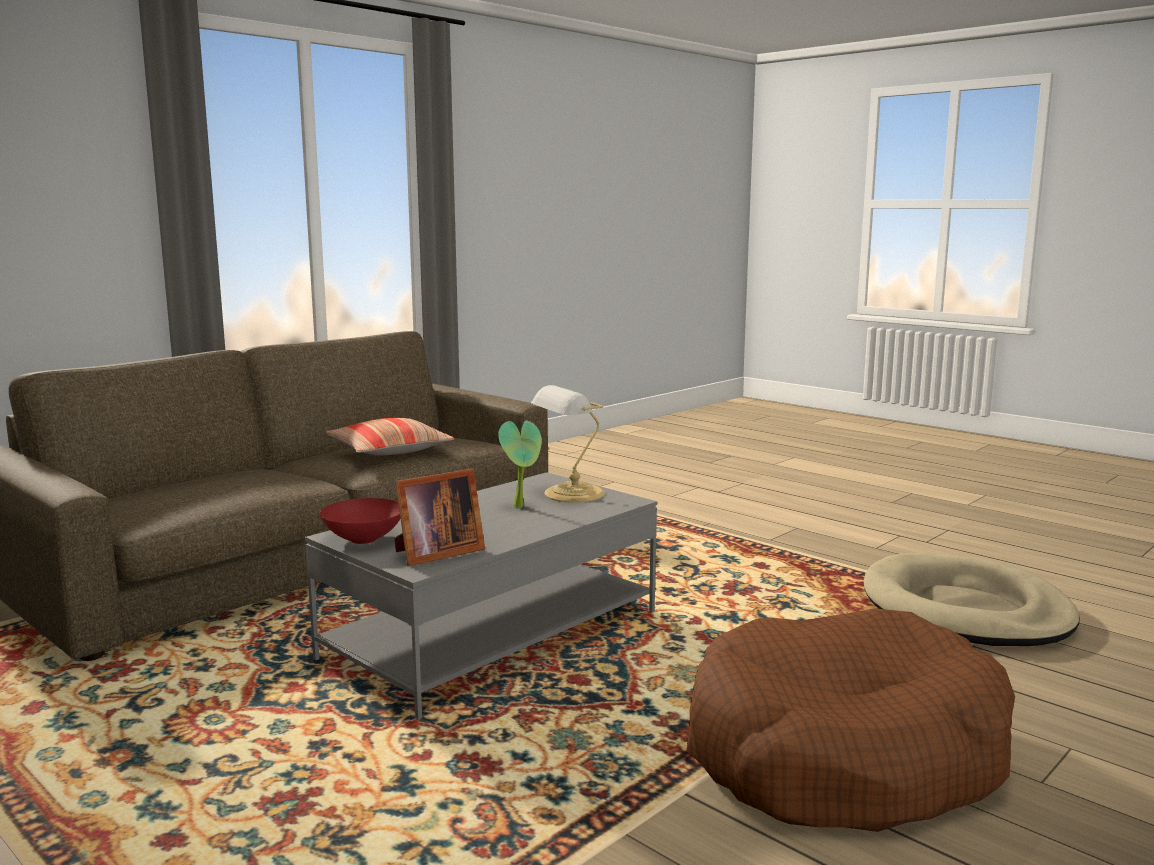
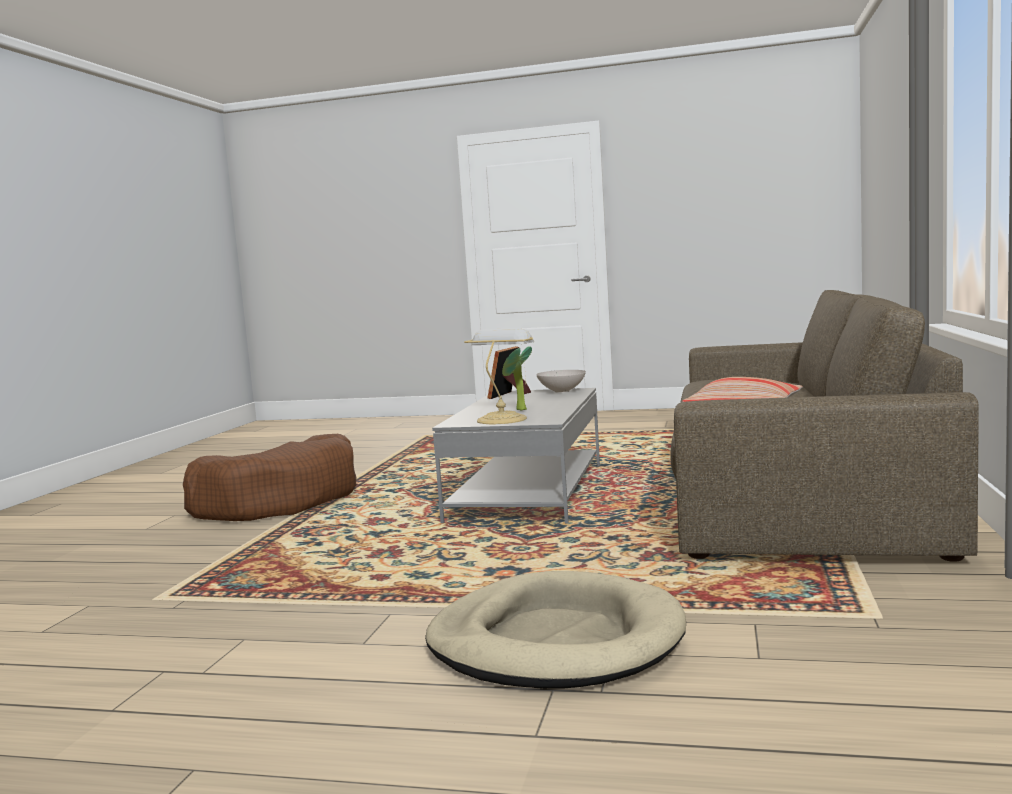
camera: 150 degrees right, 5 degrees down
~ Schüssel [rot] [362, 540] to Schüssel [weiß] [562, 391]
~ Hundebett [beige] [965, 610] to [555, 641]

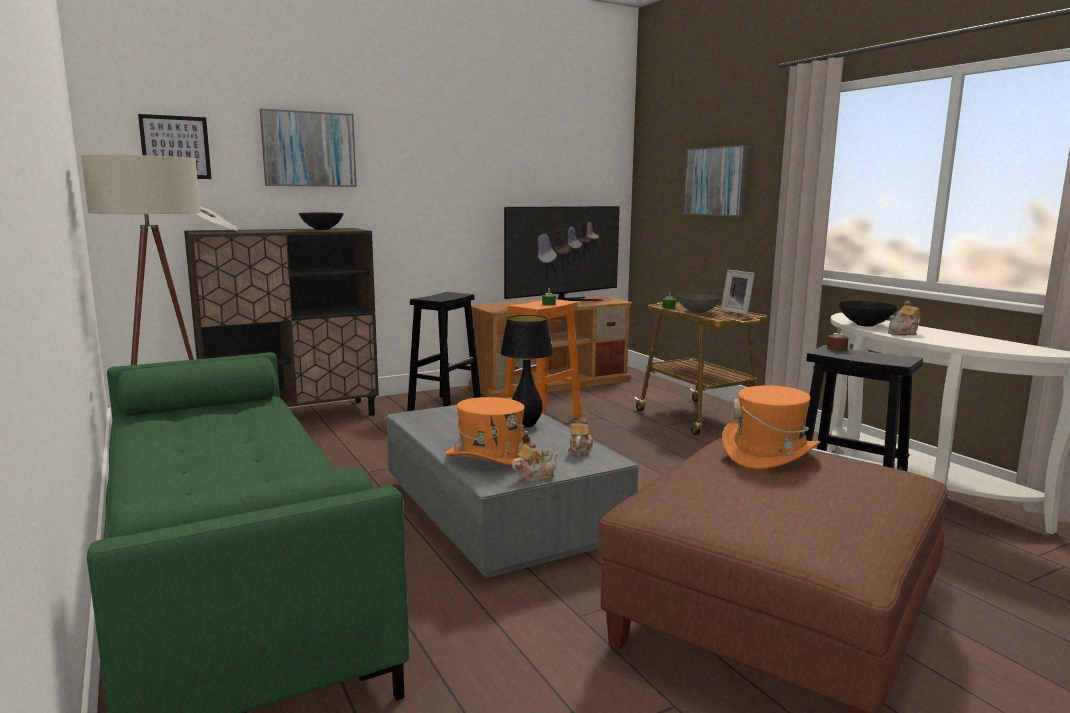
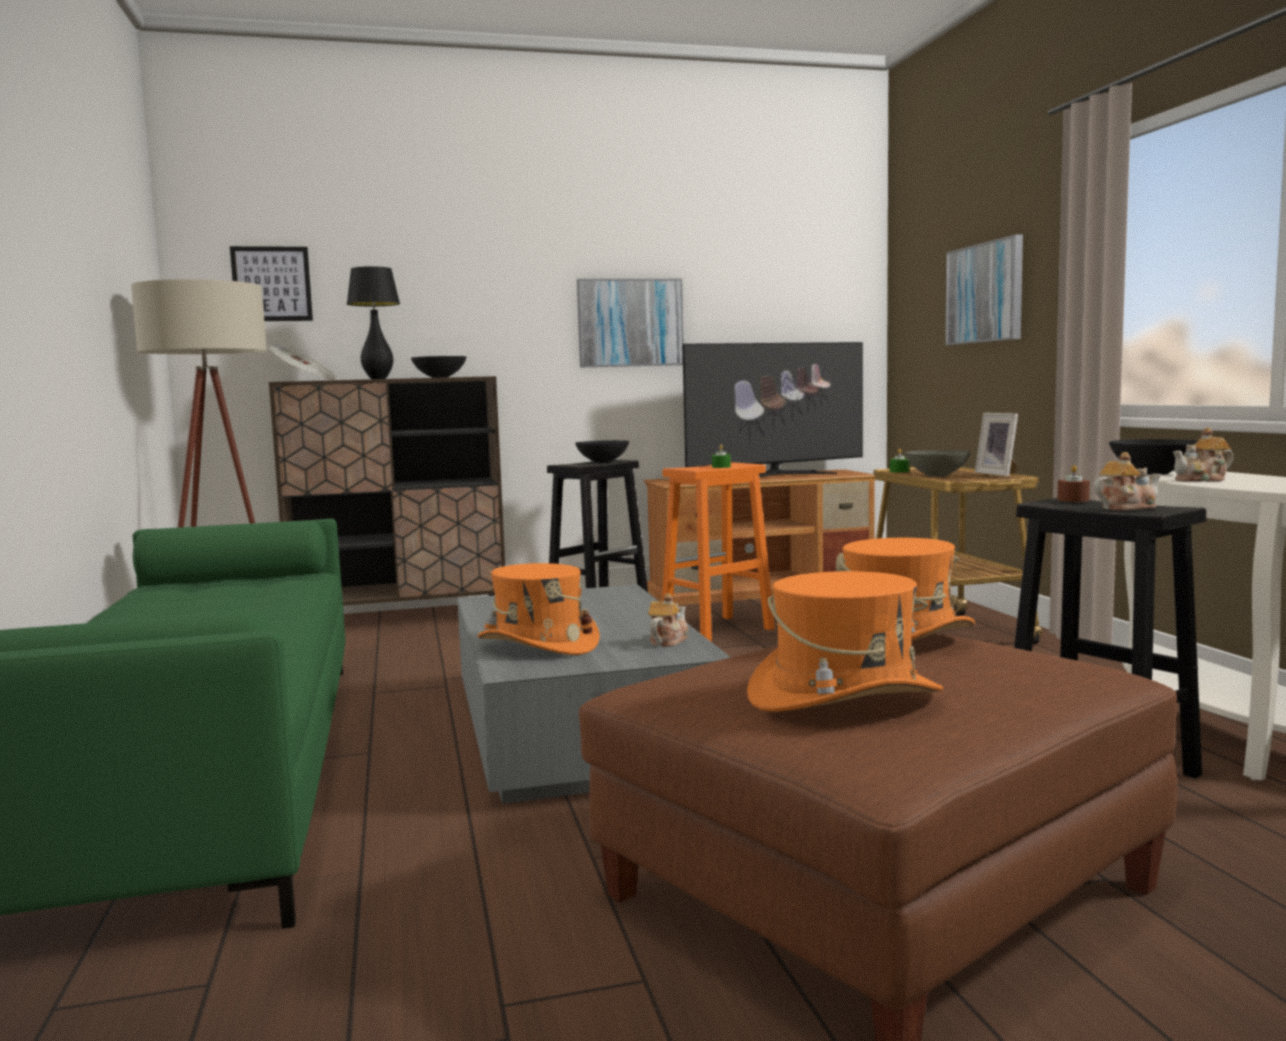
camera: 15 degrees right, 5 degrees down
~ Bild [309, 149] to [630, 323]
~ Tischlampe [schwarz] [526, 425] to [378, 379]
~ Teekanne [535, 477] to [1126, 508]
+ Schüssel [schwarz] [603, 462]
+ Hut [orange] [844, 696]

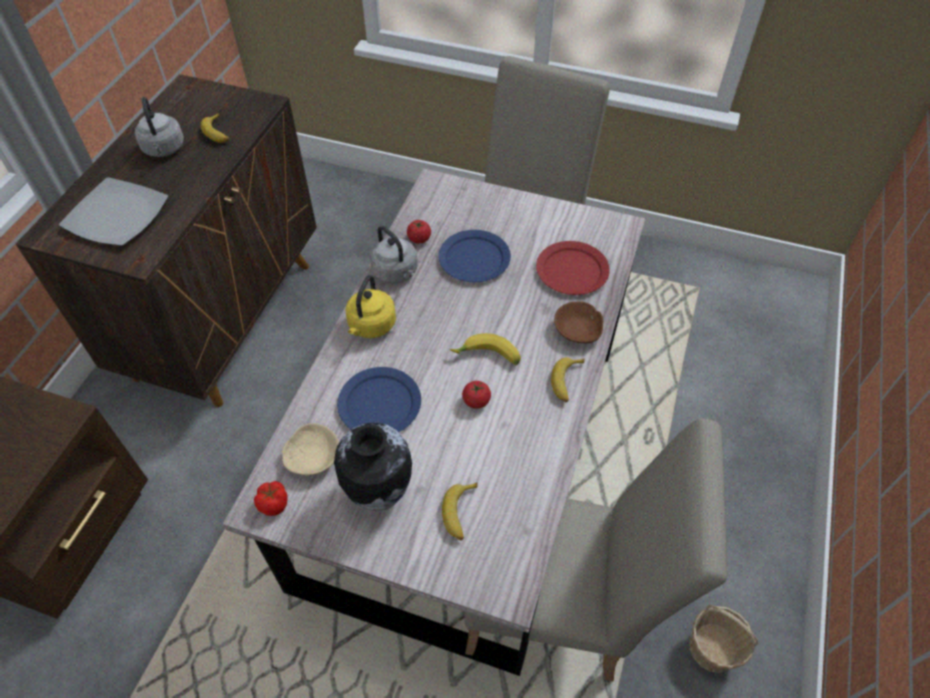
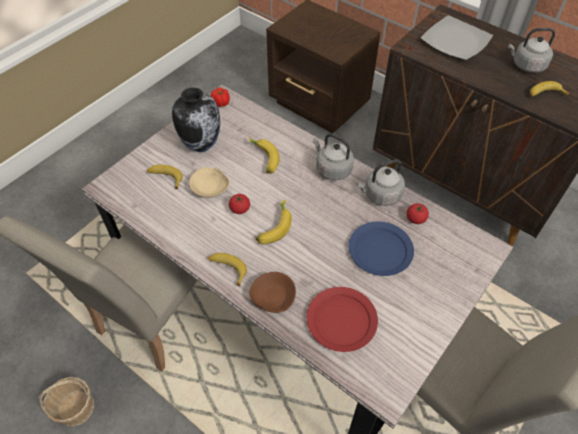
camera: 110 degrees right, 0 degrees up
~ Schüssel [beige] [312, 457] to [210, 188]
~ Teller [blau] [379, 404] to Banane [263, 159]
~ Wasserkessel [gelb] [371, 326] to Wasserkessel [grau] [332, 169]

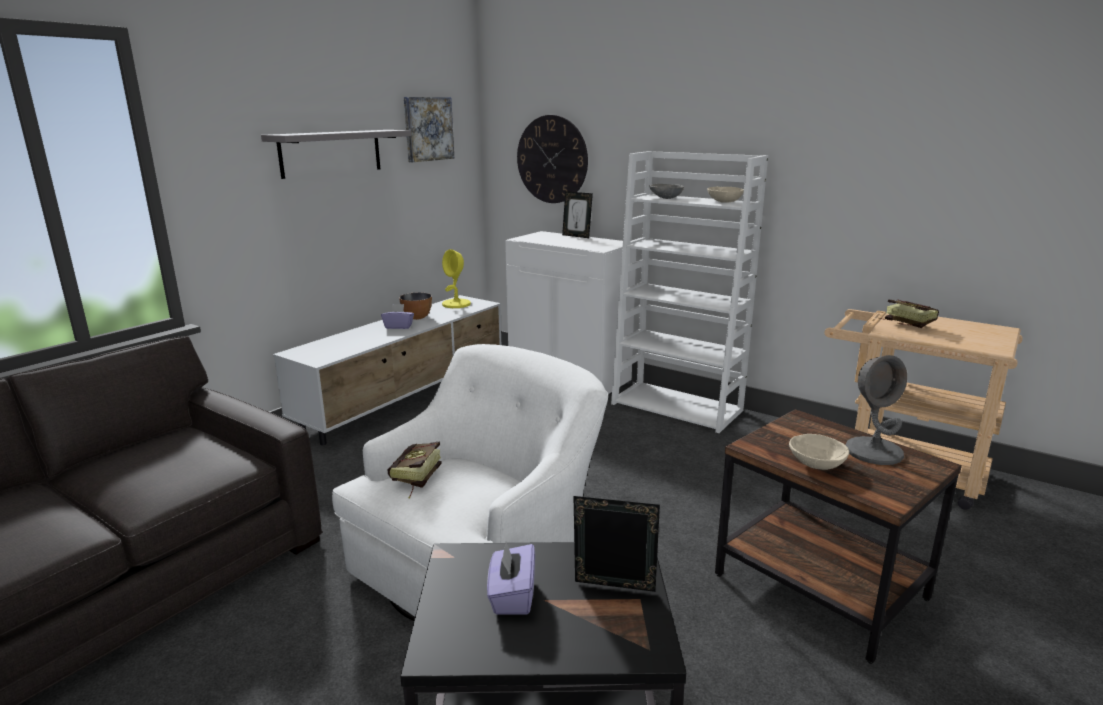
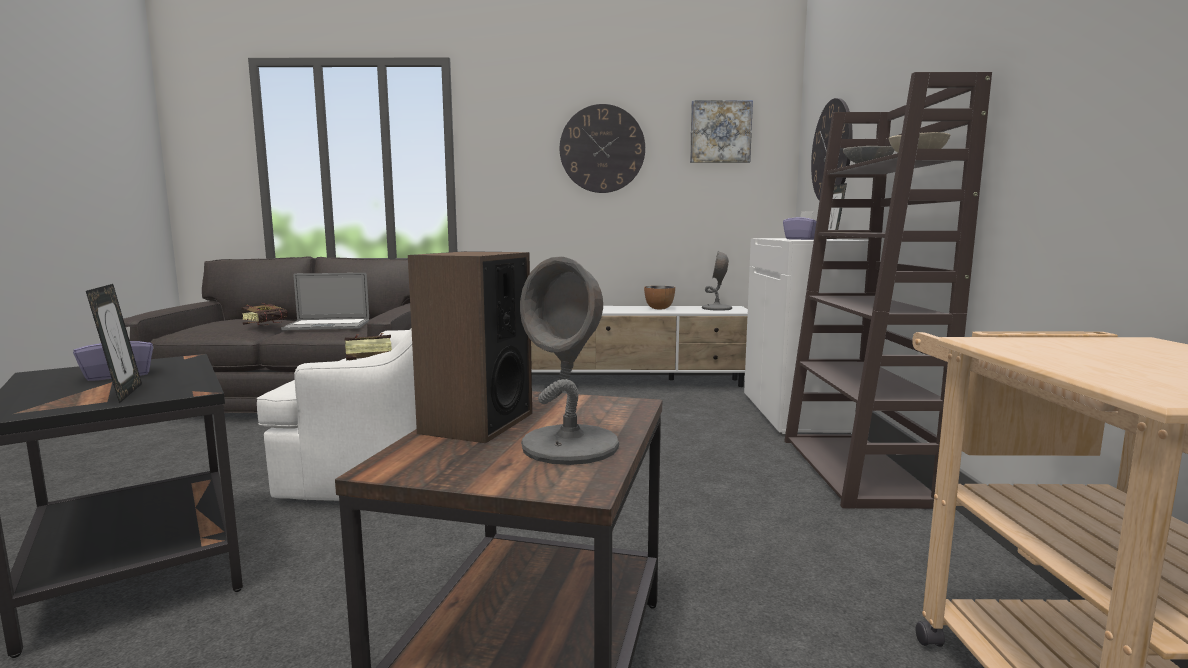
camera: 55 degrees right, 10 degrees down
~ Wandregal [grau] [331, 153] to Wanduhr [602, 149]
~ Taschentuchbox [lila] [398, 326] to [803, 239]
~ Tischlampe [gelb] [456, 304] to Tischlampe [grau] [716, 308]
~ Bücherregal [weiß] [678, 407] to Bücherregal [braun] [857, 471]
~ Schüssel [beige] [815, 464] to Lautsprecher [476, 423]
~ Buch [904, 323] to [269, 325]
+ Laptop [327, 325]

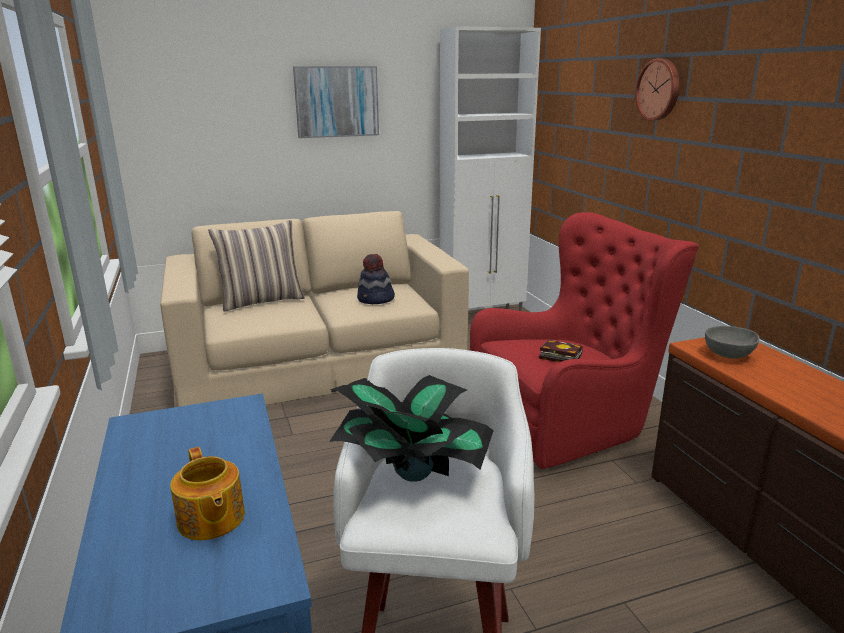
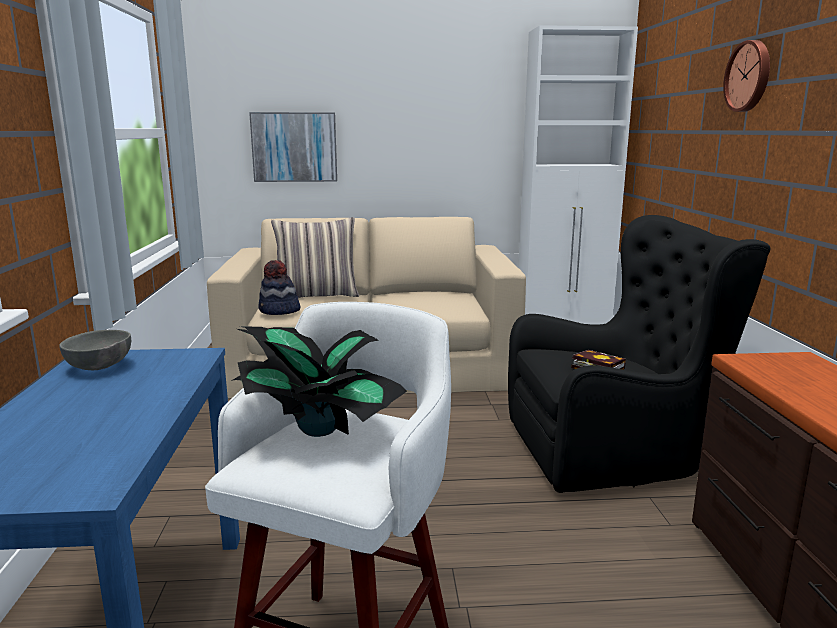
camera: 15 degrees right, 5 degrees down
- Teekanne [210, 520]
~ Bild [337, 102] to [294, 147]
~ Hut [375, 299] to [279, 311]
~ Sessel [rot] [571, 421] to Sessel [schwarz] [617, 451]
~ Schüssel [grau] [729, 356] to [100, 368]

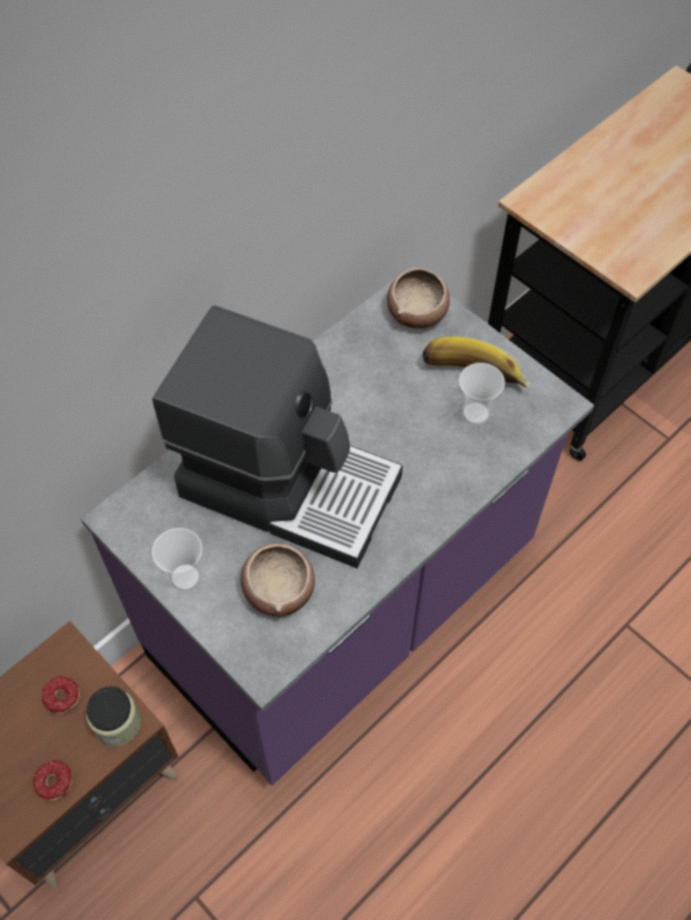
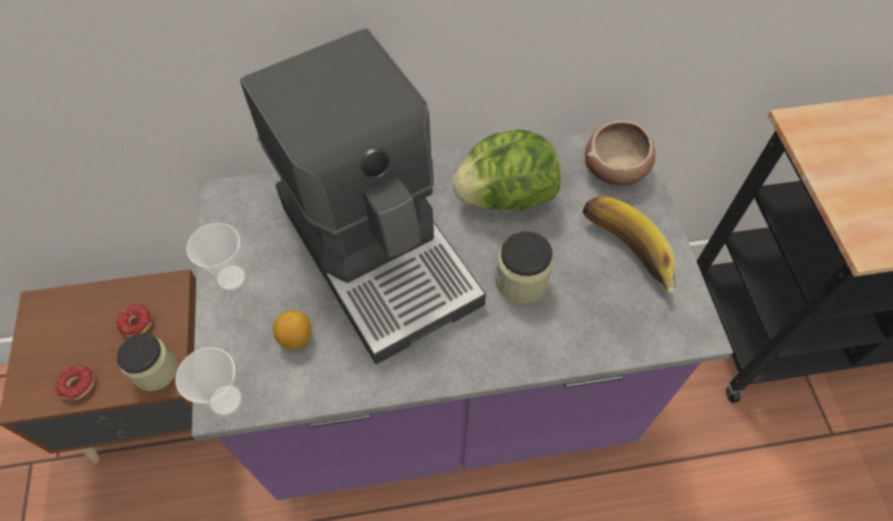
camera: 35 degrees right, 0 degrees up
~ Schüssel [279, 588] to Zitrone [296, 337]
~ Tasse [475, 413] to [226, 400]
+ Salatkopf [504, 197]
+ Vorratsglas [521, 281]

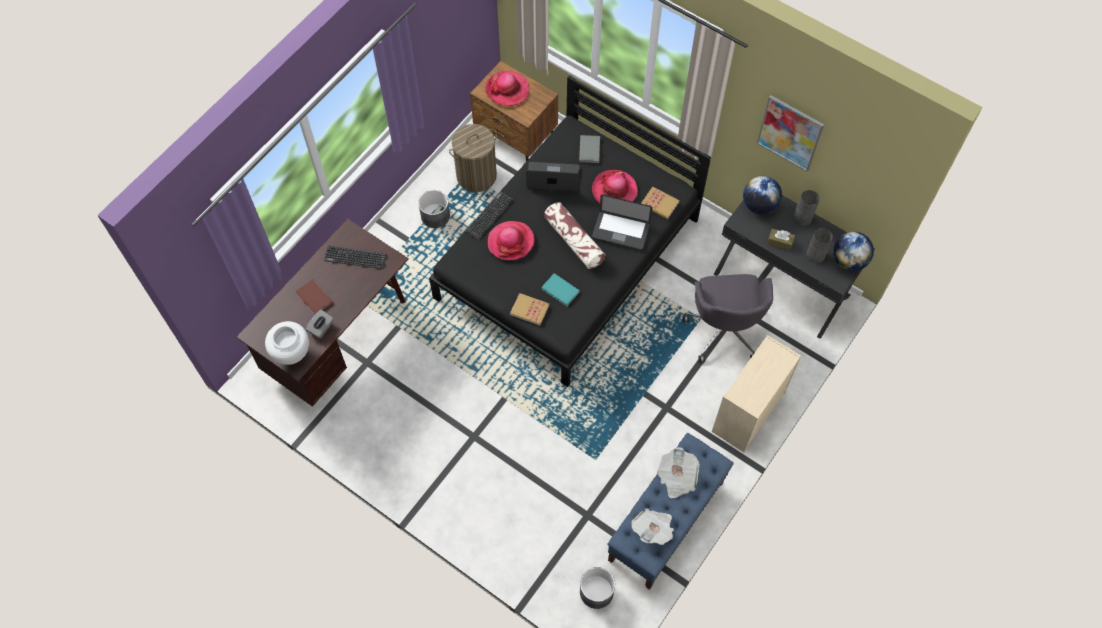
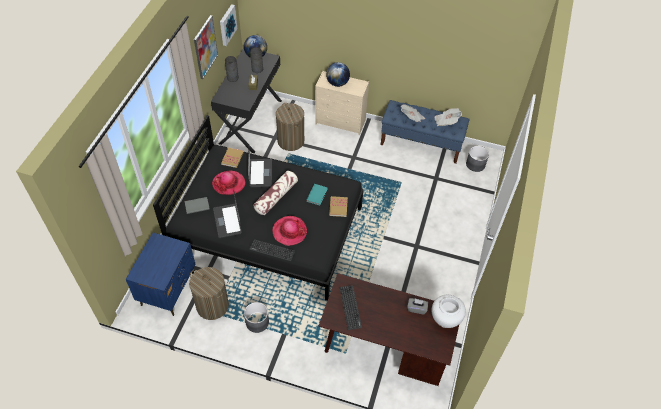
camera: 110 degrees left, 10 degrees down
- Buch [braun] [314, 298]
~ Nachttisch [braun] [516, 136] to Nachttisch [blau] [169, 289]
- Hut [507, 90]
~ Bürostuhl [grau] [724, 329] to Wäschekorb [291, 141]
~ Globus [759, 205] to [337, 83]
+ Bild [227, 24]

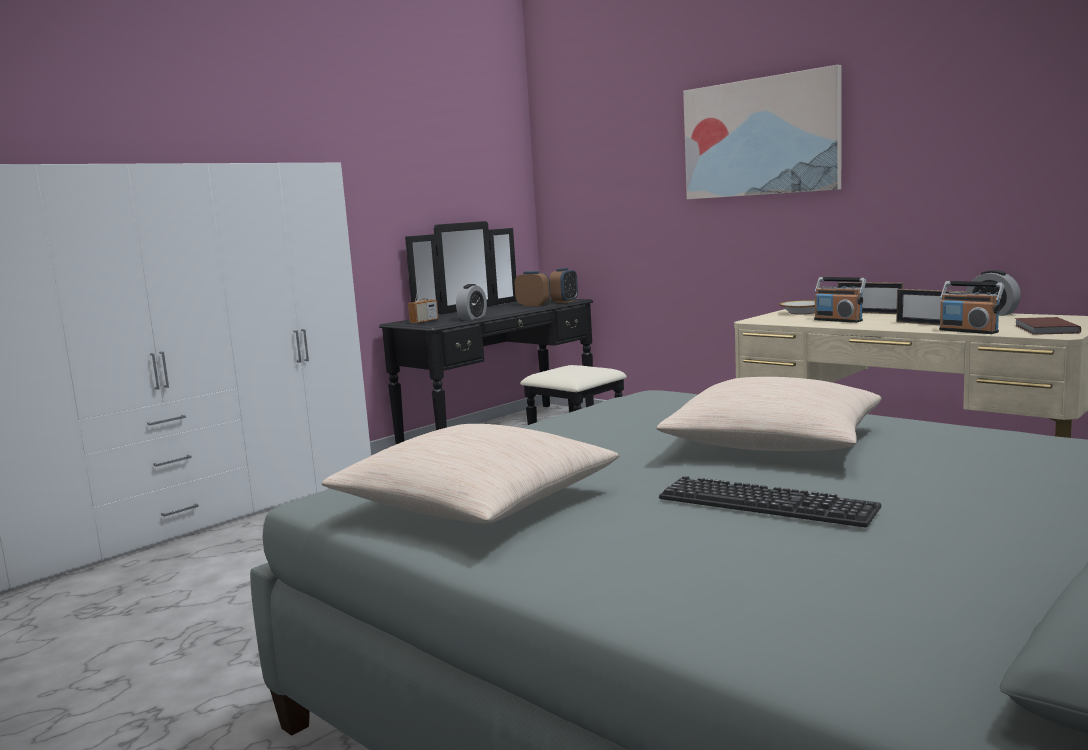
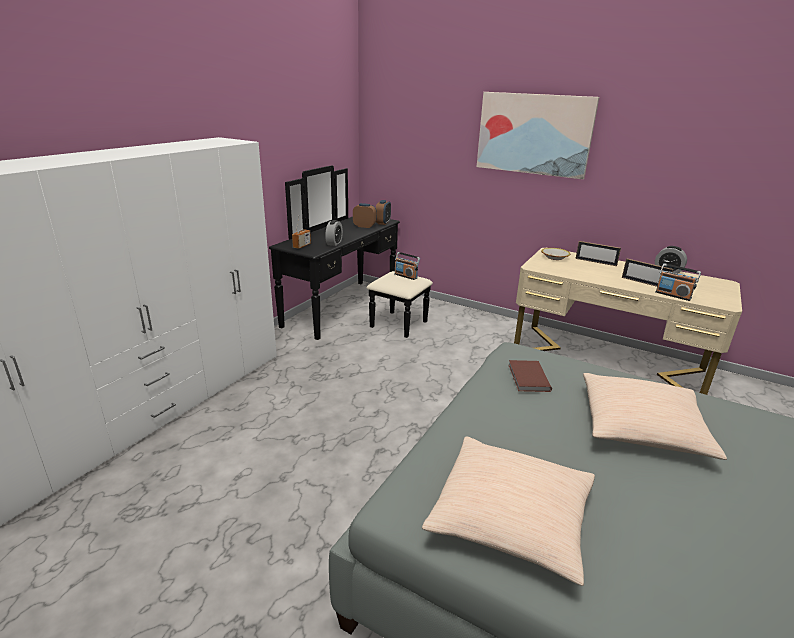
camera: 15 degrees left, 15 degrees up
- Tastatur [766, 504]
~ Radio [838, 320] to [406, 276]
~ Buch [braun] [1044, 329] to [527, 378]

